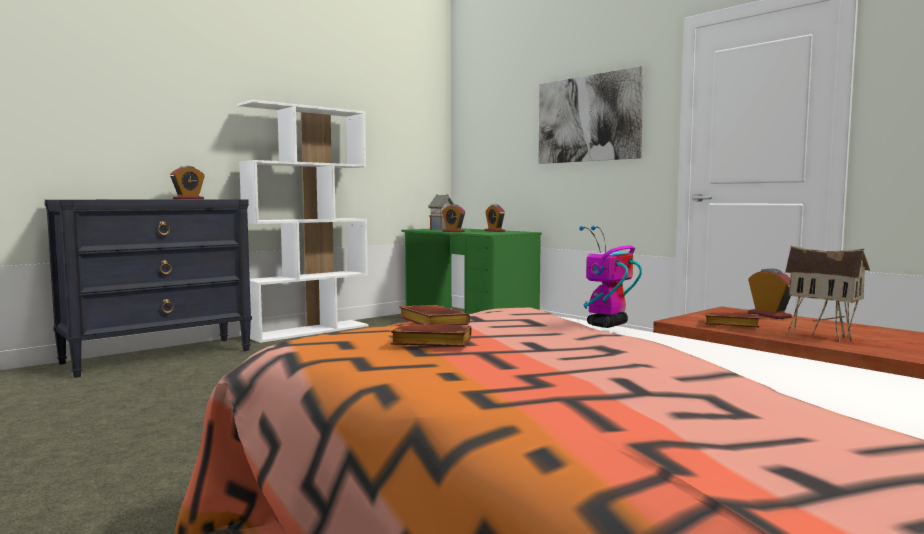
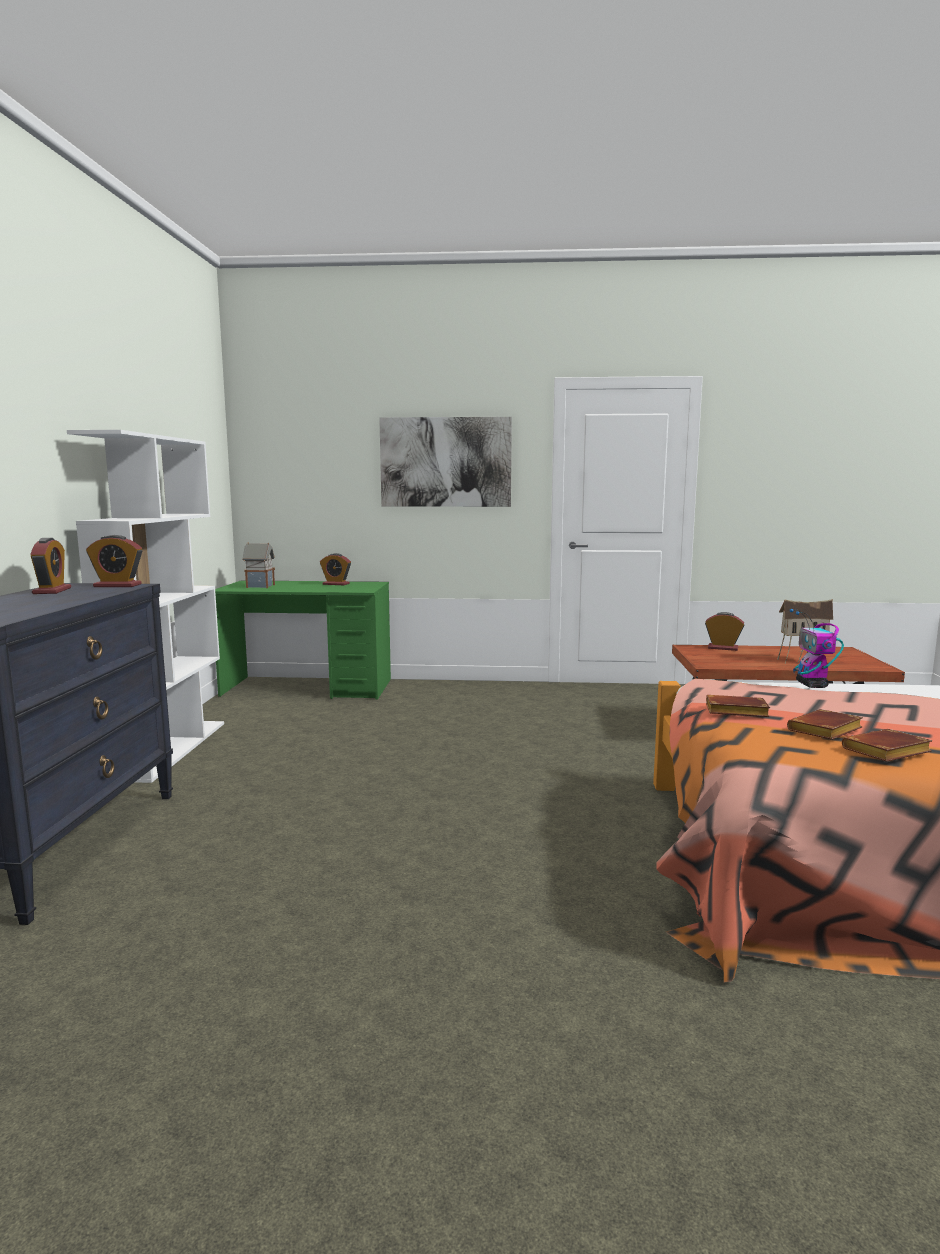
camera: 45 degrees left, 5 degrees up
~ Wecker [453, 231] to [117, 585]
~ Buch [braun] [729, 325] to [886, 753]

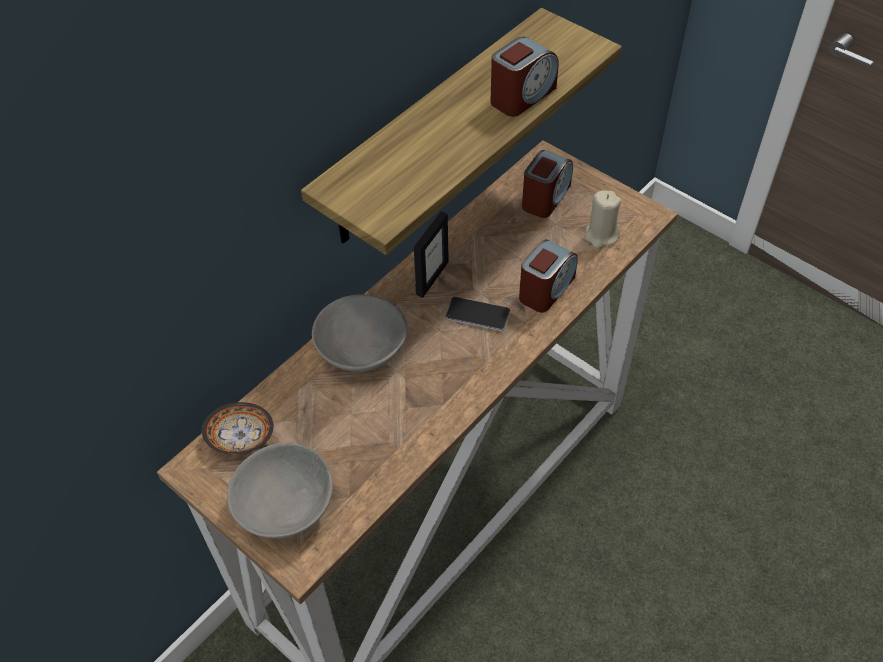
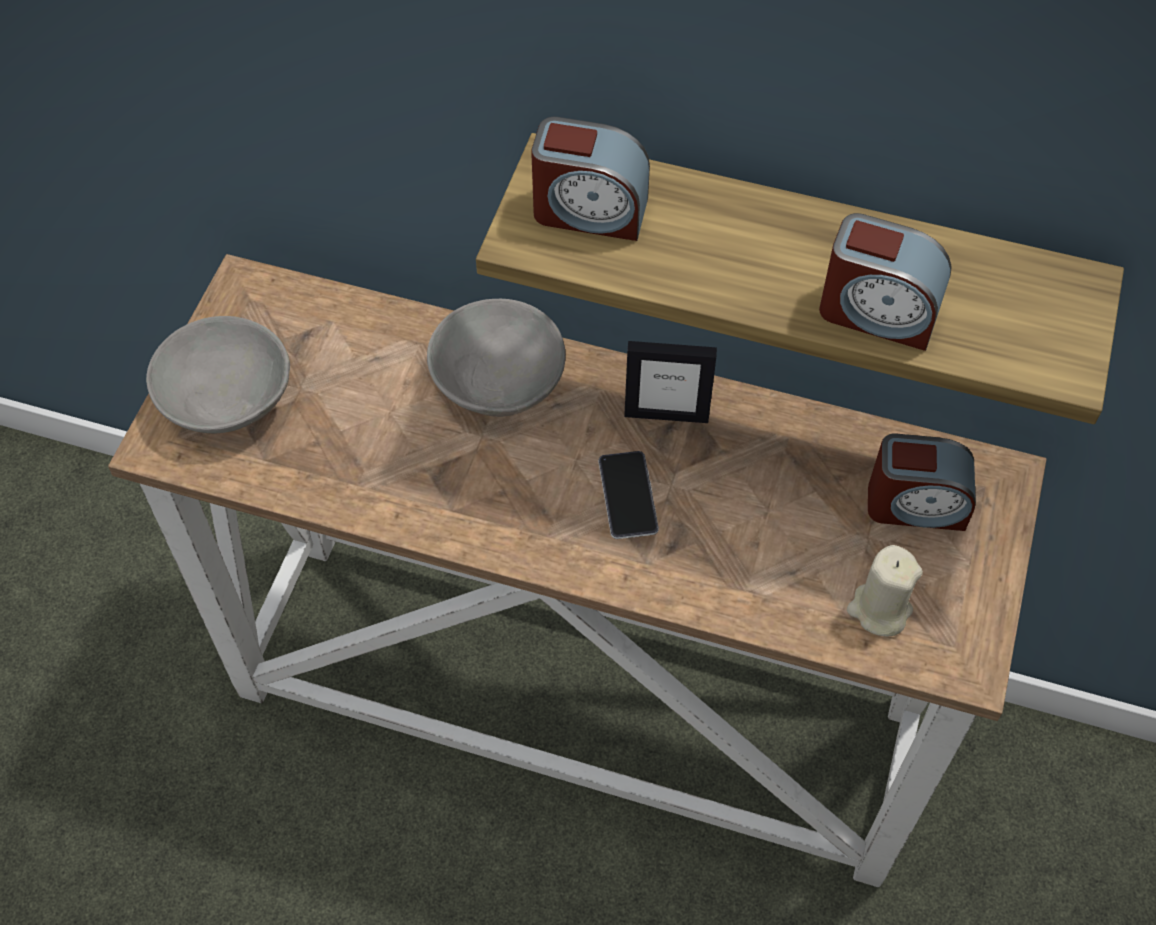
camera: 65 degrees right, 5 degrees up
- Schüssel [241, 438]
~ Wecker [546, 289] to [589, 211]

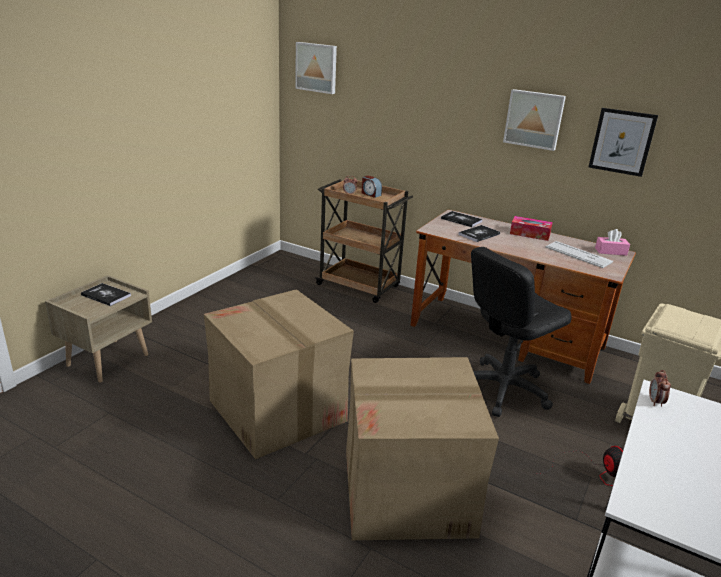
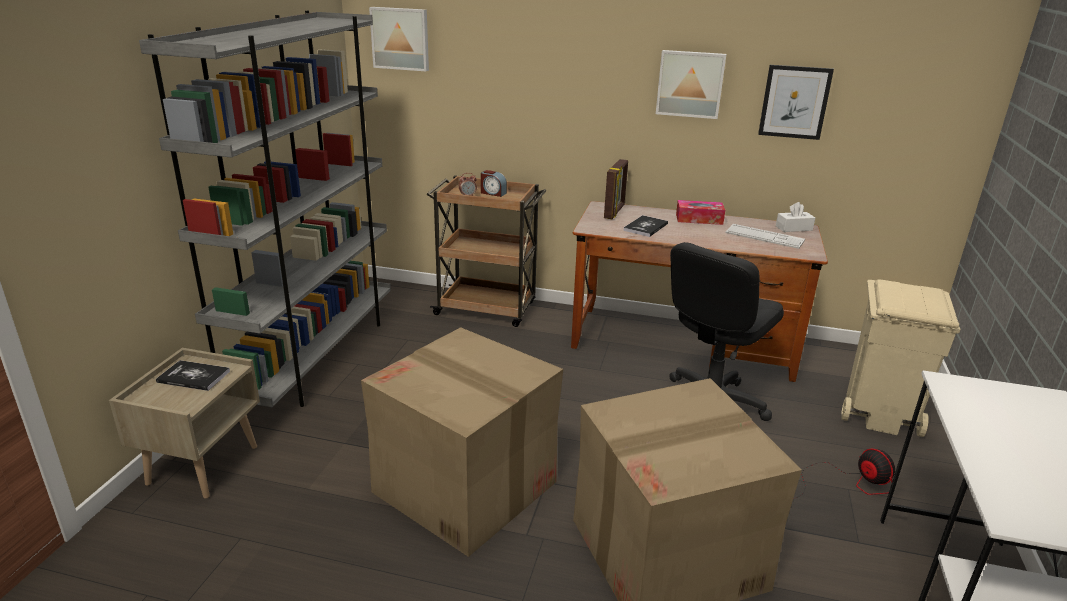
camera: 15 degrees left, 0 degrees up
~ Buch [461, 220] to Bilderrahmen [614, 212]
~ Taschentuchbox [rosa] [610, 251] to Taschentuchbox [weiß] [794, 228]
- Wecker [655, 402]
+ Bücherregal [grau] [315, 356]

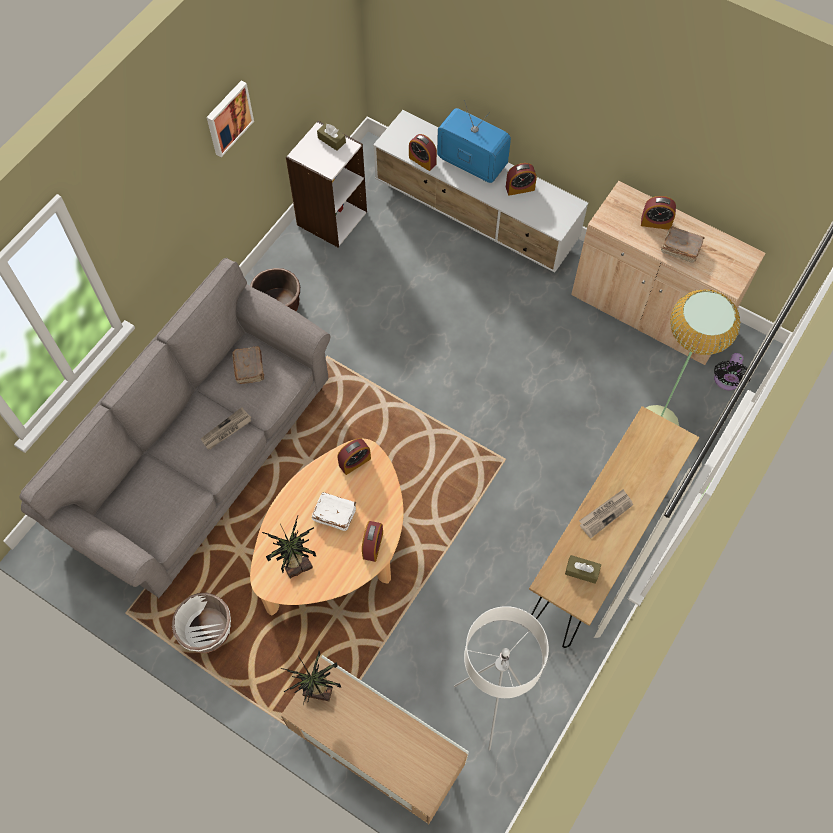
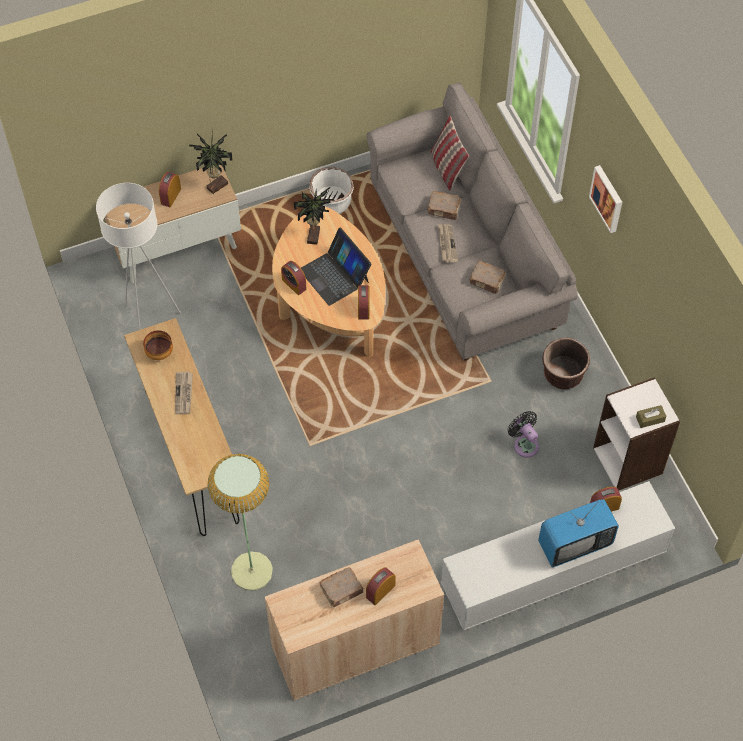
camera: 125 degrees right, 5 degrees down
~ Bild [228, 117] to [608, 198]
~ Buch [weiß] [334, 514] to Laptop [335, 275]
~ Wecker [520, 188] to [171, 196]
~ Taschentuchbox [braun] [582, 571] to Schüssel [159, 353]
~ Ventilator [schwarz] [726, 381] to [524, 444]
+ Buch [braun] [444, 209]
+ Kissen [447, 168]

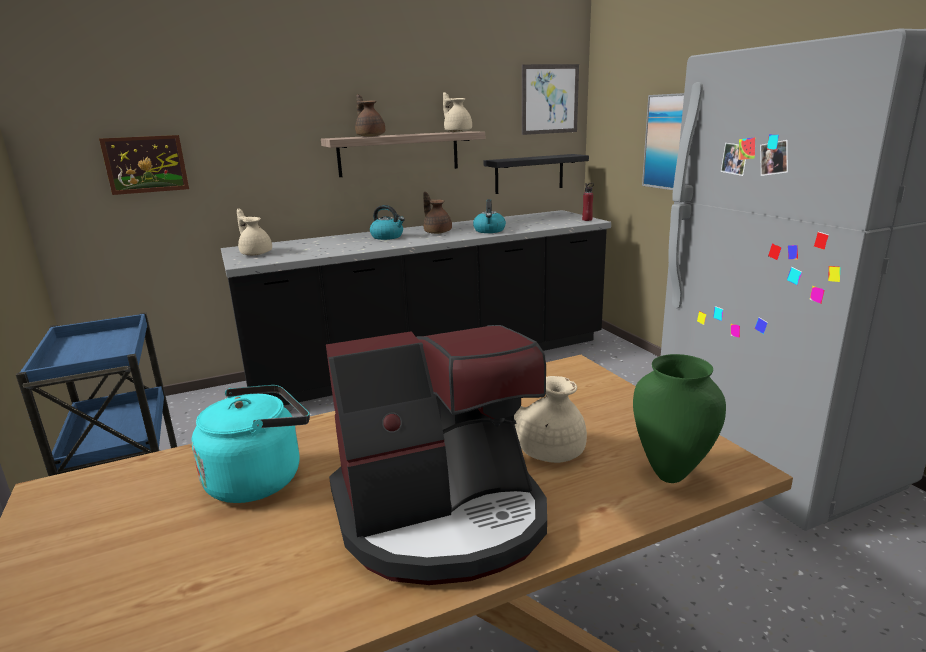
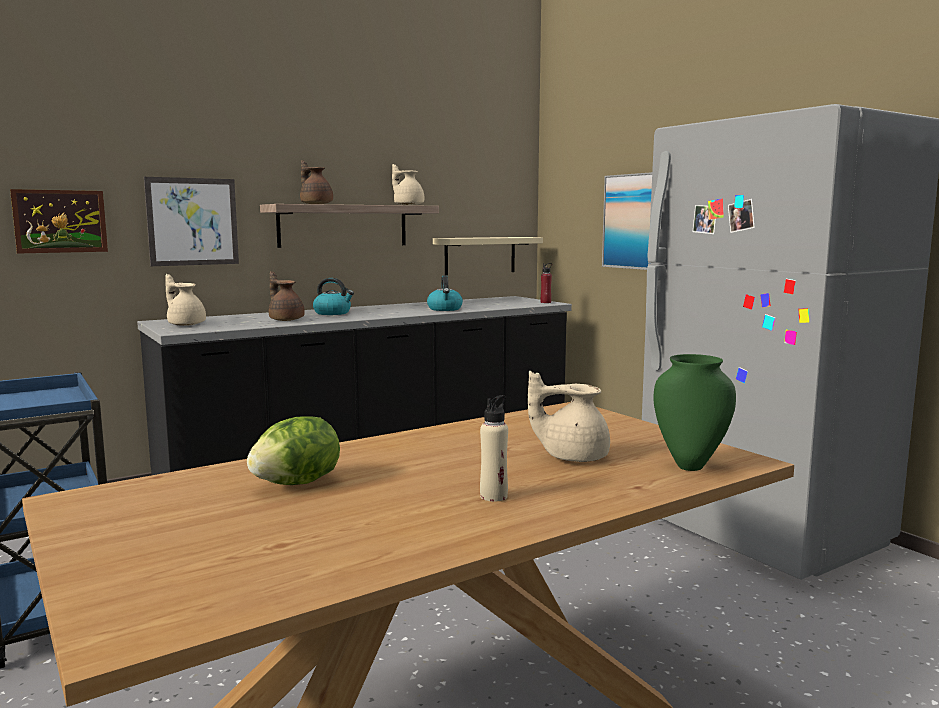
camera: 10 degrees left, 10 degrees down
~ Wasserkessel [türkis] [260, 478] to Salatkopf [296, 483]
~ Kaffeemaschine [442, 515] to Flasche [beige] [494, 496]
~ Teekanne [braun] [437, 232] to [286, 320]
~ Wandregal [schwarz] [529, 174] to Wandregal [beige] [480, 255]
~ Bild [549, 99] to [192, 221]

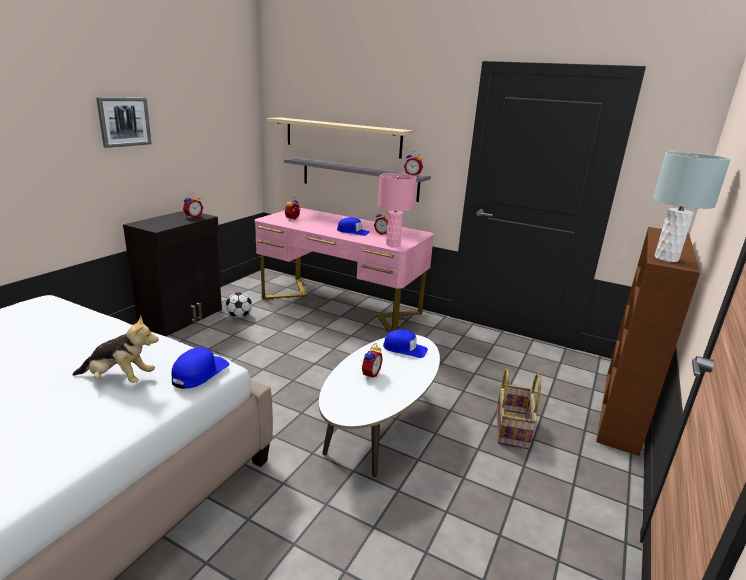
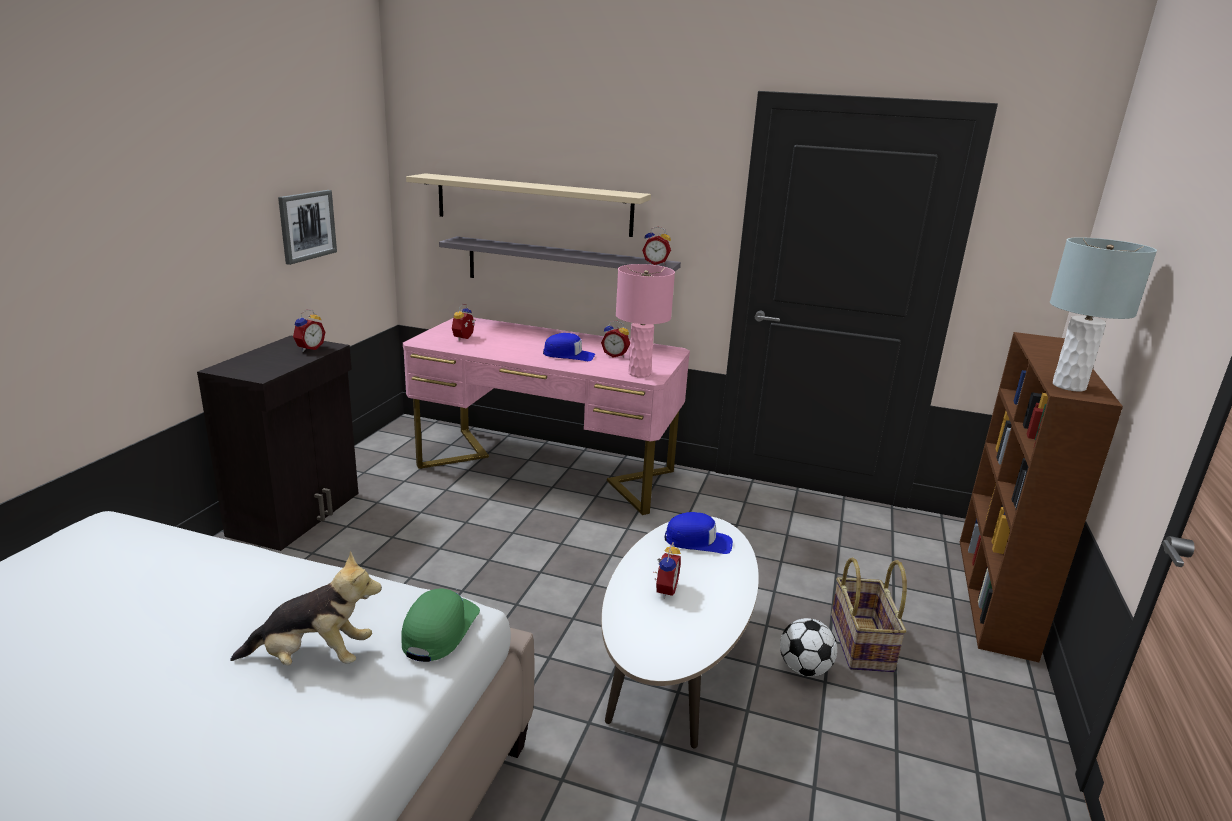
camera: 10 degrees left, 0 degrees up
~ Bild [124, 122] to [307, 225]
~ Kappe [blau] [200, 373] to Kappe [grün] [440, 629]
~ Fußball [239, 316] to [804, 669]

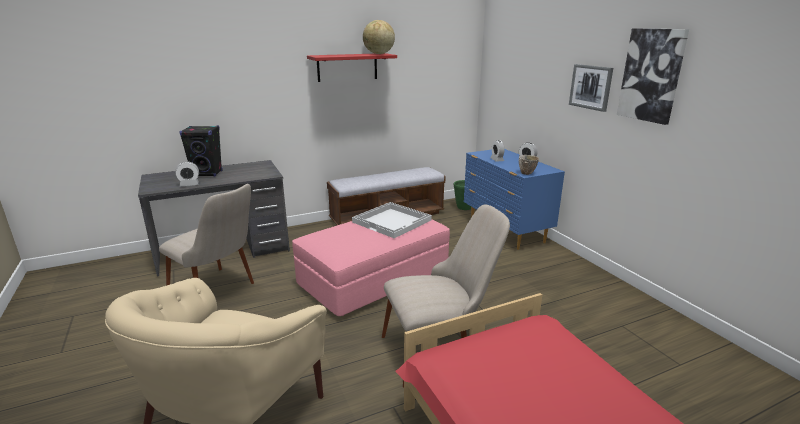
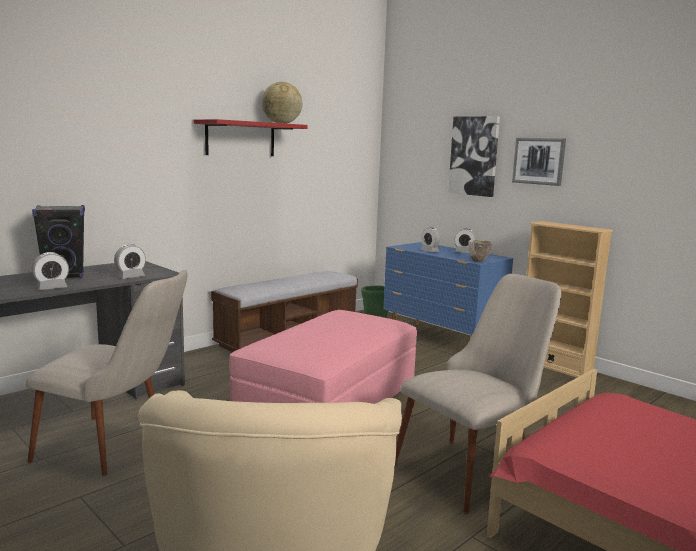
camera: 20 degrees left, 10 degrees down
- Tablett [weiß] [392, 221]
~ Bild [651, 75] to [474, 156]
+ Wecker [130, 277]
+ Bücherregal [beige] [554, 366]

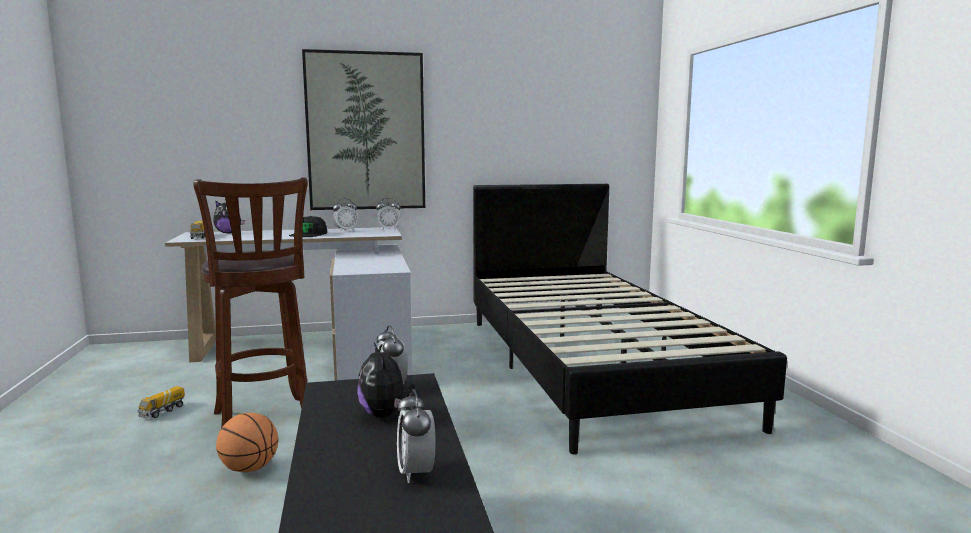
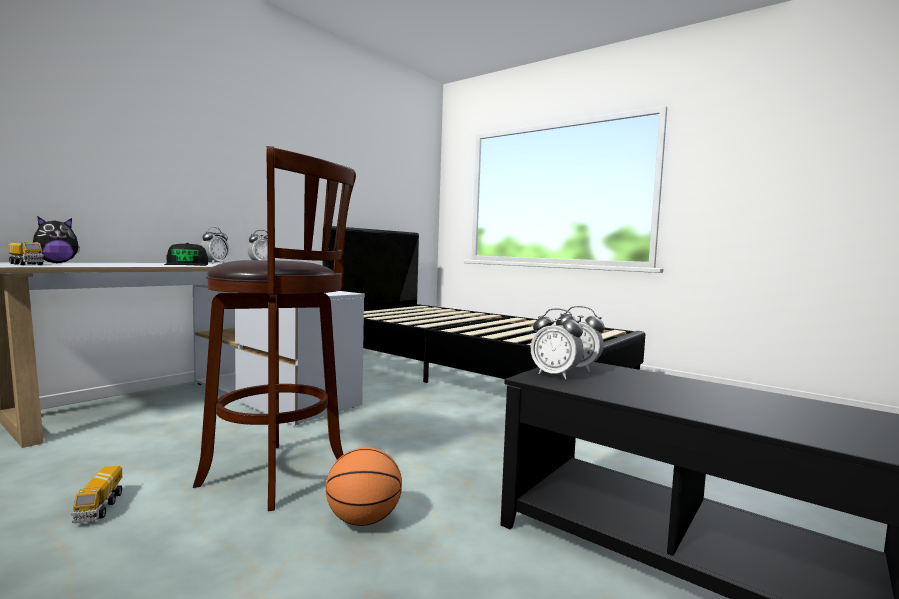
camera: 40 degrees left, 5 degrees down
- Bild [366, 132]
- Plüschtier [385, 415]
~ Wecker [416, 472] to [555, 375]

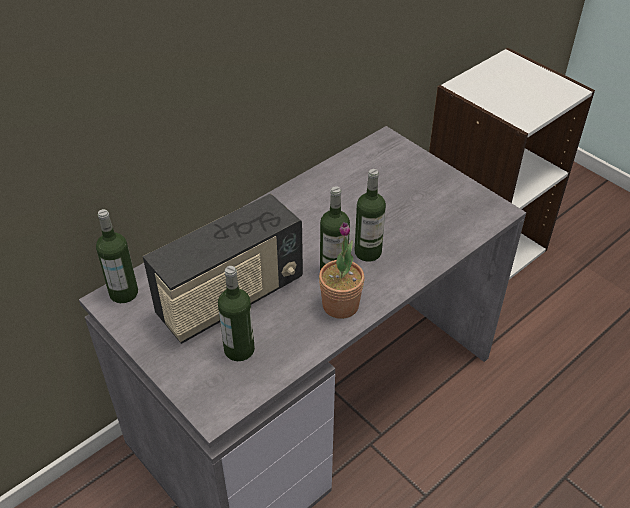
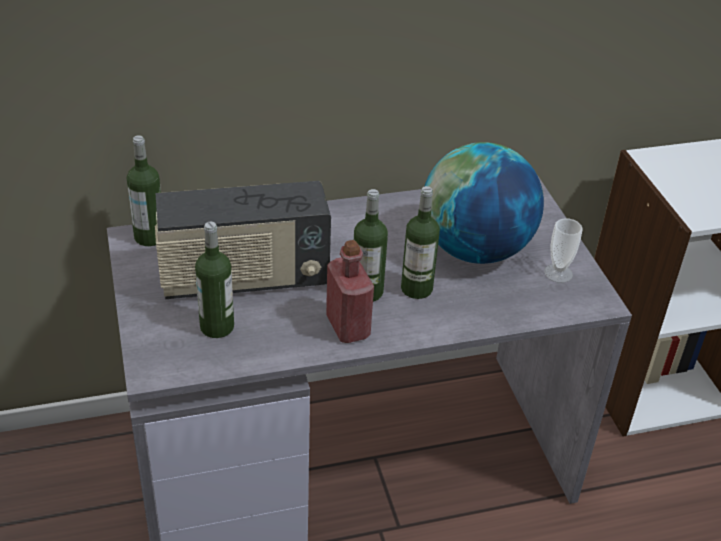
camera: 25 degrees right, 5 degrees down
~ Topfpflanze [340, 305] to Flasche [rot] [348, 327]
+ Globus [475, 250]
+ Tasse [558, 273]

